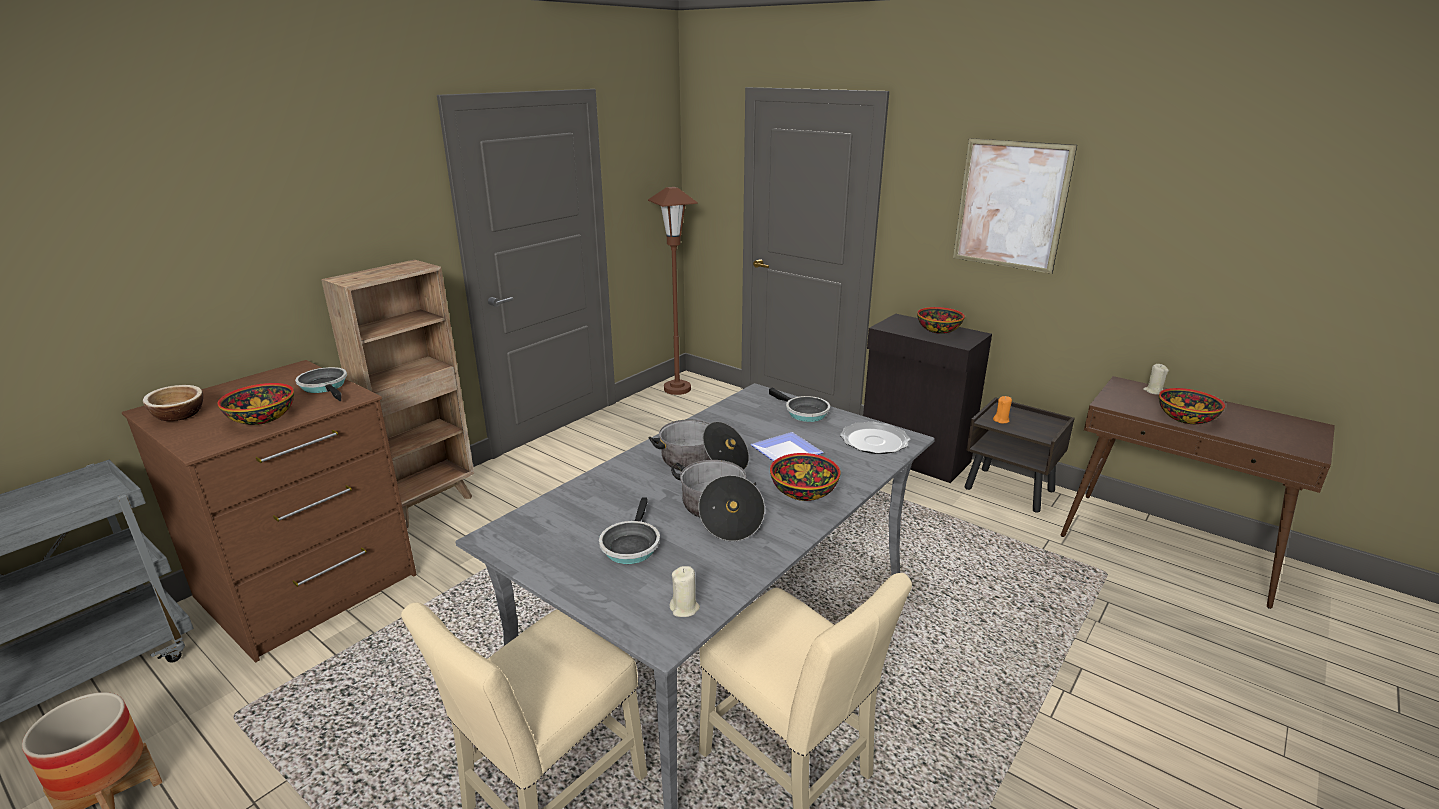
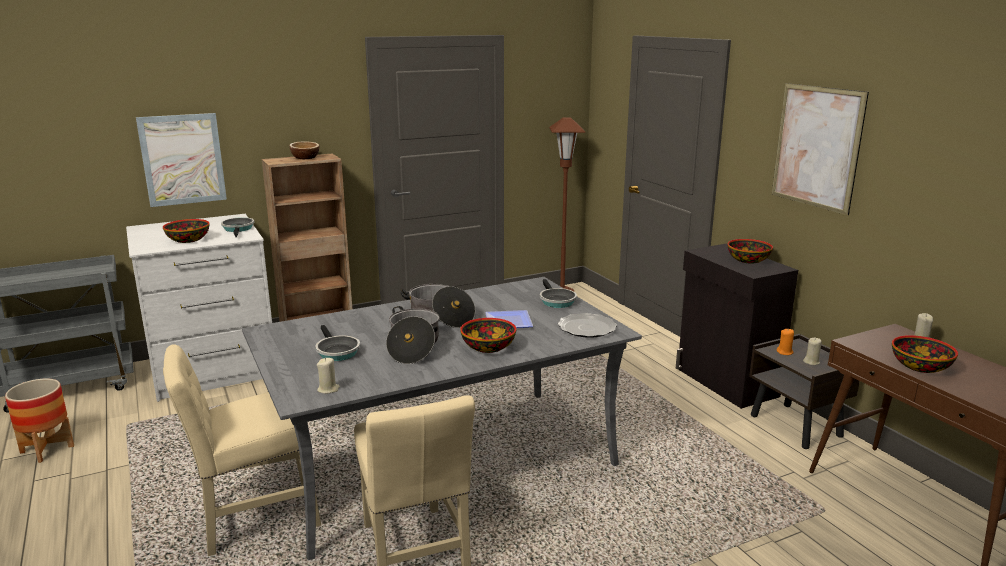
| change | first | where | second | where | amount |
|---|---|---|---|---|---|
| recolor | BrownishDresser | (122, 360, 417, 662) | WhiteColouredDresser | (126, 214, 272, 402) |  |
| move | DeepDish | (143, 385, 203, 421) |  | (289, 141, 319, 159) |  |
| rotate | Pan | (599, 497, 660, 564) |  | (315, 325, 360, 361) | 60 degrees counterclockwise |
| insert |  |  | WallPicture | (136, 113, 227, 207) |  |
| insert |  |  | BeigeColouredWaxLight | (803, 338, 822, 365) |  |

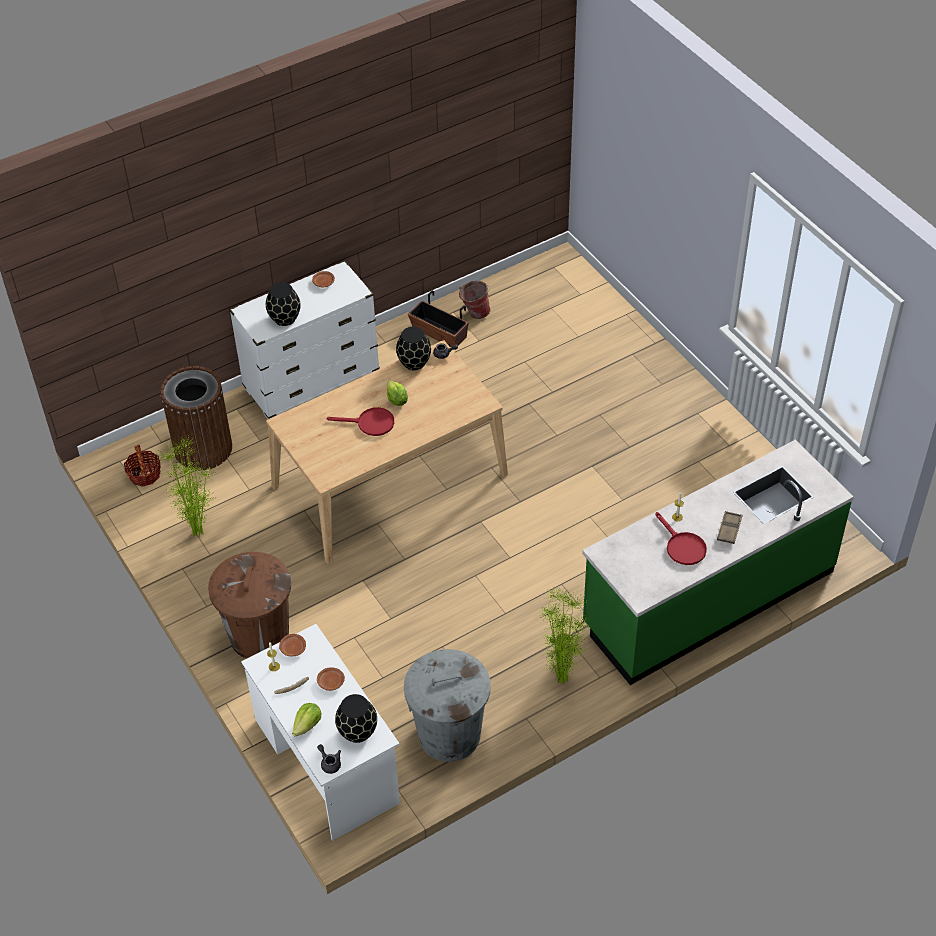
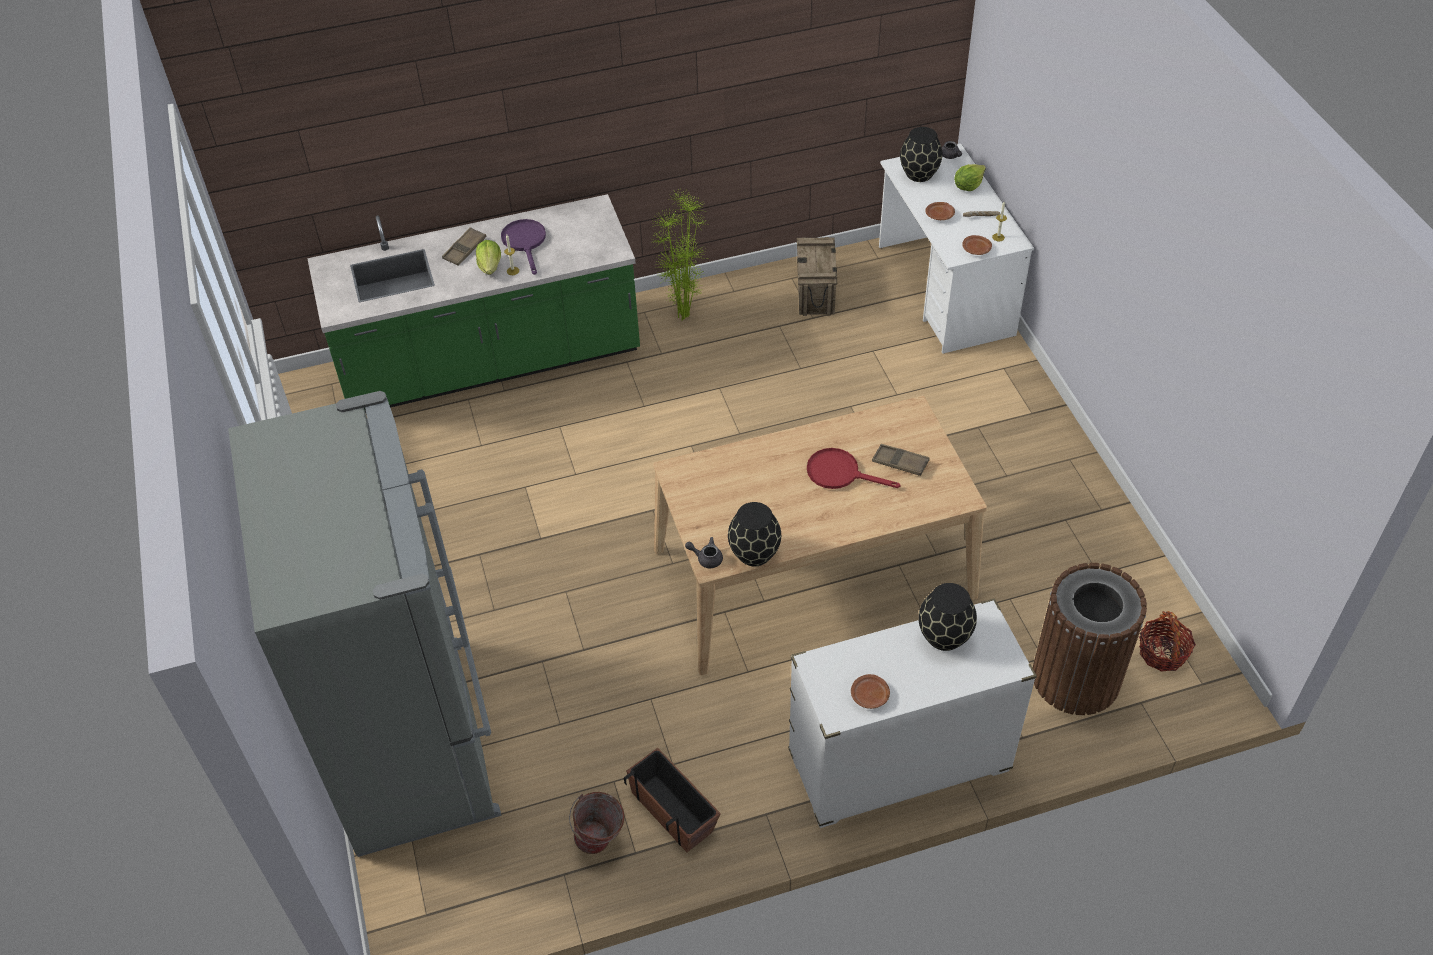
| change | first | where | second | where | amount |
|---|---|---|---|---|---|
| delete | Houseplant | (158, 435, 216, 538) |  |  |  |
| delete | BrownishTrashCan | (208, 552, 291, 658) |  |  |  |
| move | HeadOfLettuce | (387, 380, 408, 406) |  | (476, 240, 501, 275) |  |
| replace | GreyTrashCan | (404, 649, 491, 762) | Crate | (797, 237, 837, 316) |  |
| recolor | RedPan | (655, 512, 707, 565) | PurplePan | (501, 219, 546, 275) |  |
| insert |  |  | GreyKitchenFridge | (228, 391, 502, 857) |  |
| insert |  |  | BrownishCarryingTray | (872, 444, 930, 476) |  |

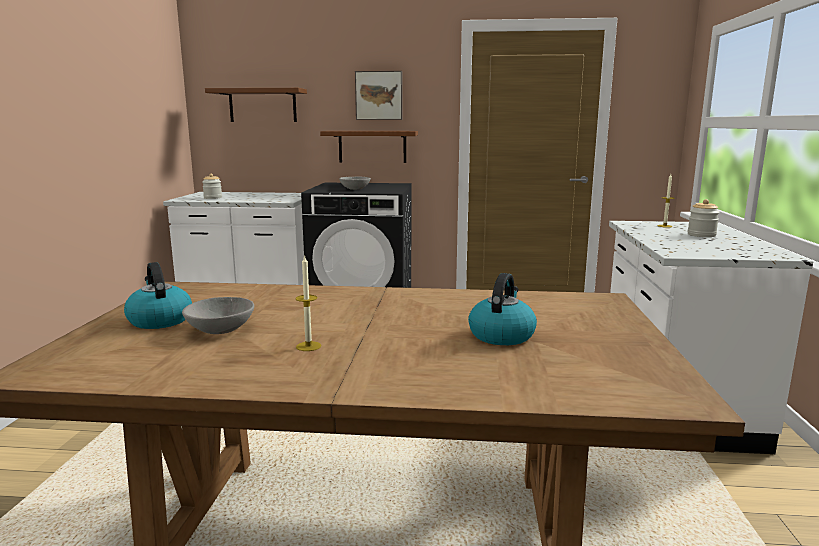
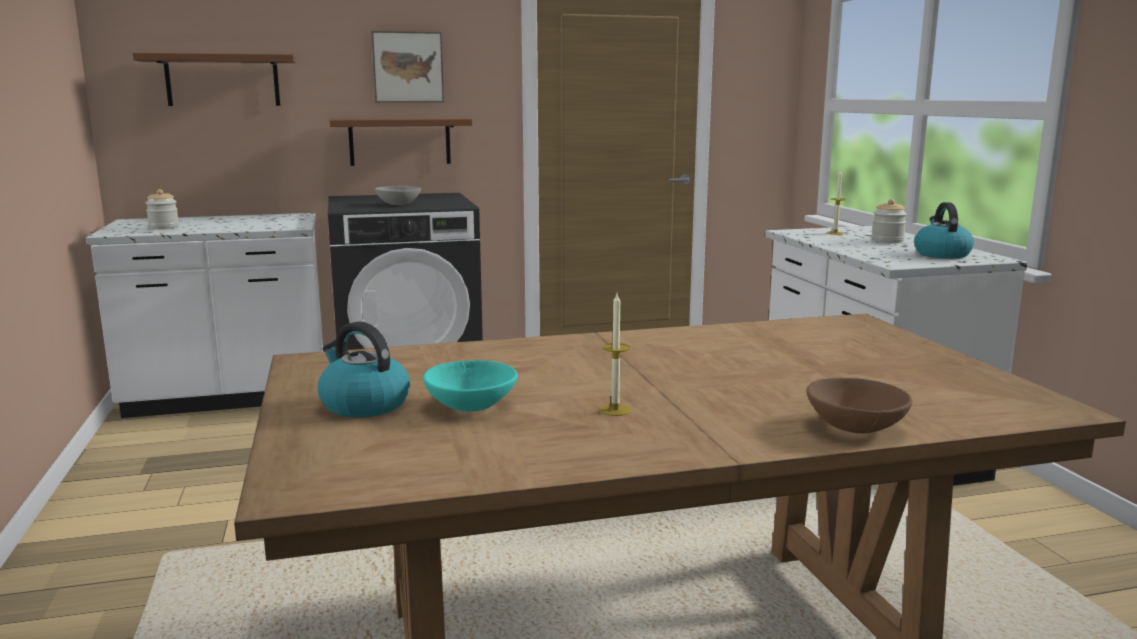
| change | first | where | second | where | amount |
|---|---|---|---|---|---|
| recolor | GreyDeepDish | (182, 297, 254, 334) | TurquoiseDeepDish | (423, 360, 518, 412) |  |
| move | Kettle | (468, 273, 537, 345) |  | (914, 202, 974, 259) |  |
| insert |  |  | BrownishDeepDish | (806, 378, 913, 433) |  |

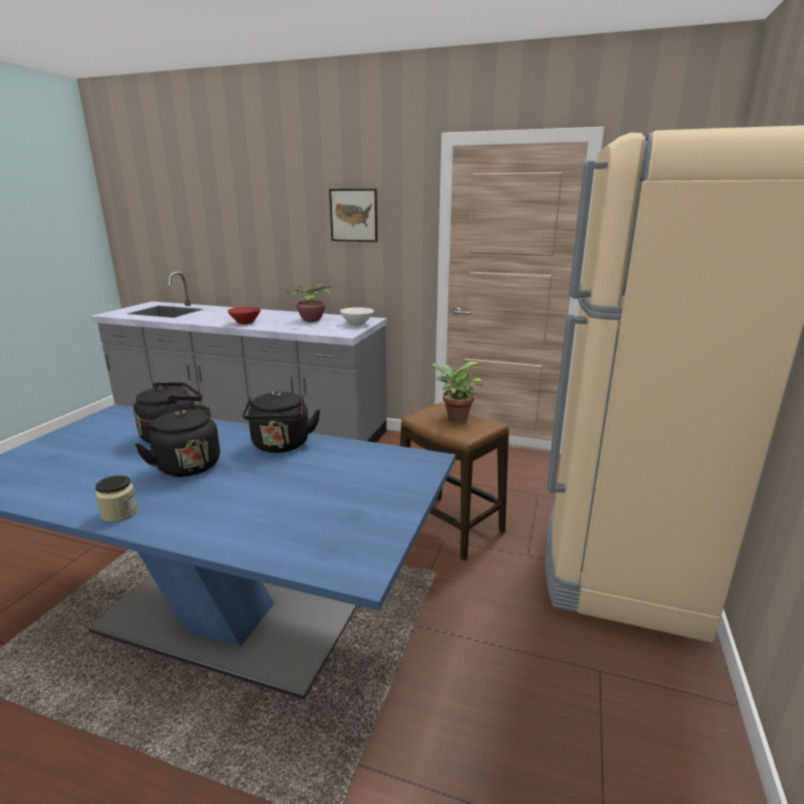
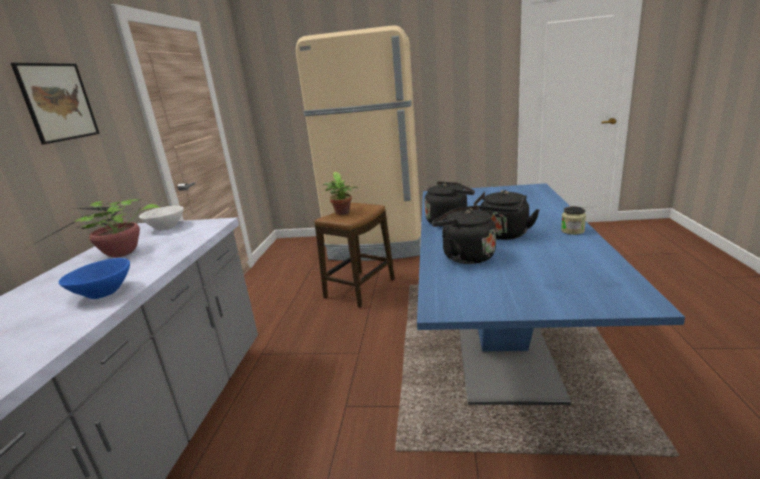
| change | first | where | second | where | amount |
|---|---|---|---|---|---|
| recolor | RedDeepDish | (227, 307, 261, 324) | BlueDeepDish | (58, 258, 130, 299) |  |

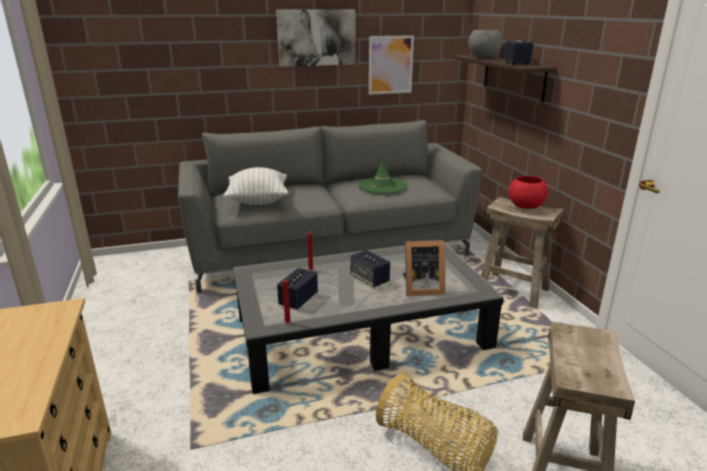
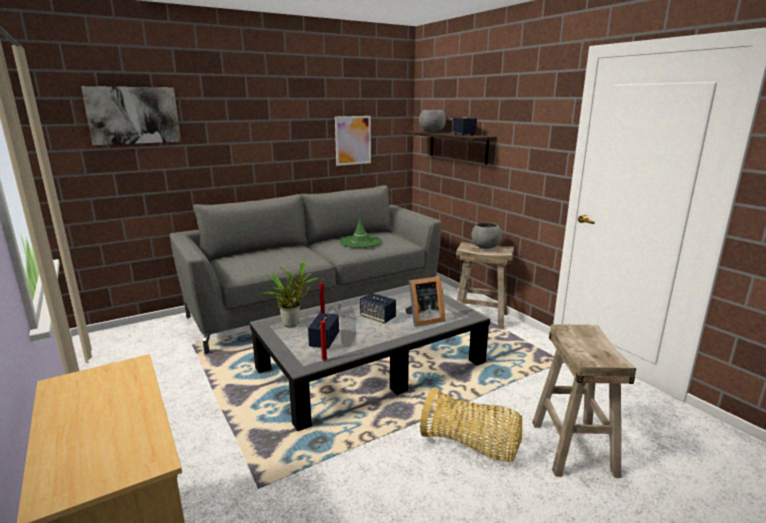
| change | first | where | second | where | amount |
|---|---|---|---|---|---|
| delete | WhiteColouredThrowPillow | (223, 167, 288, 205) |  |  |  |
| move | WallPicture | (276, 9, 356, 67) |  | (81, 86, 181, 145) |  |
| recolor | RedDeepDish | (509, 176, 548, 209) | GreyDeepDish | (471, 223, 502, 249) |  |
| insert |  |  | Houseplant | (258, 261, 318, 327) |  |

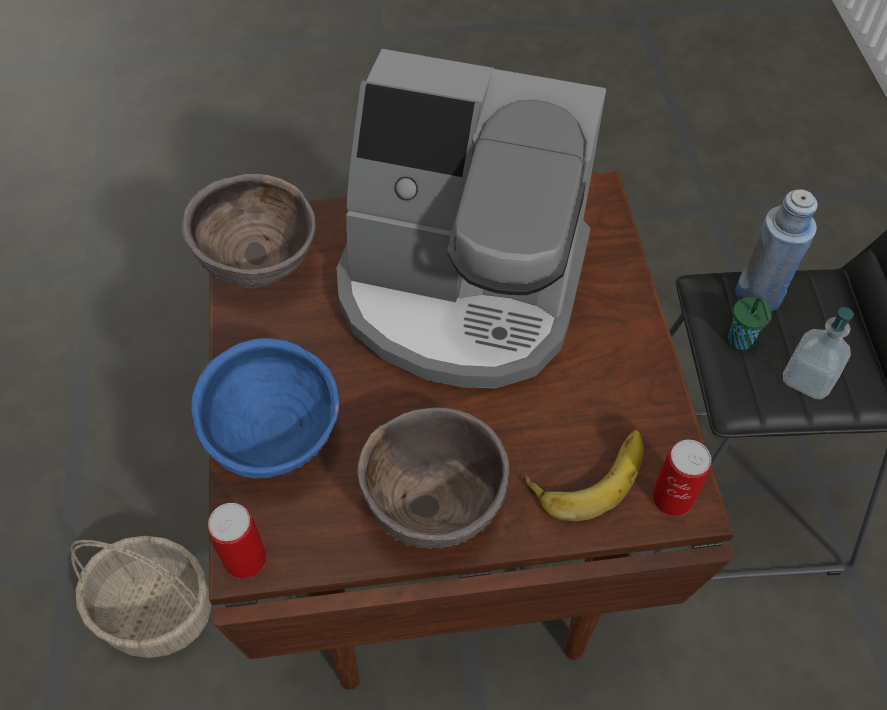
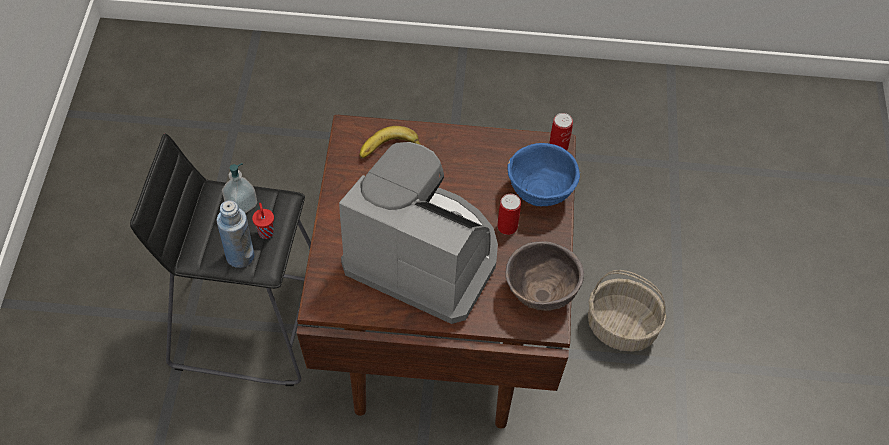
| change | first | where | second | where | amount |
|---|---|---|---|---|---|
| delete | BrownishDeepDish | (357, 407, 510, 549) |  |  |  |
| move | SealedCan | (653, 440, 712, 516) |  | (497, 194, 521, 235) |  |
| recolor | GreenDrinkingCup | (728, 297, 771, 350) | RedDrinkingCup | (252, 203, 274, 239) |  |

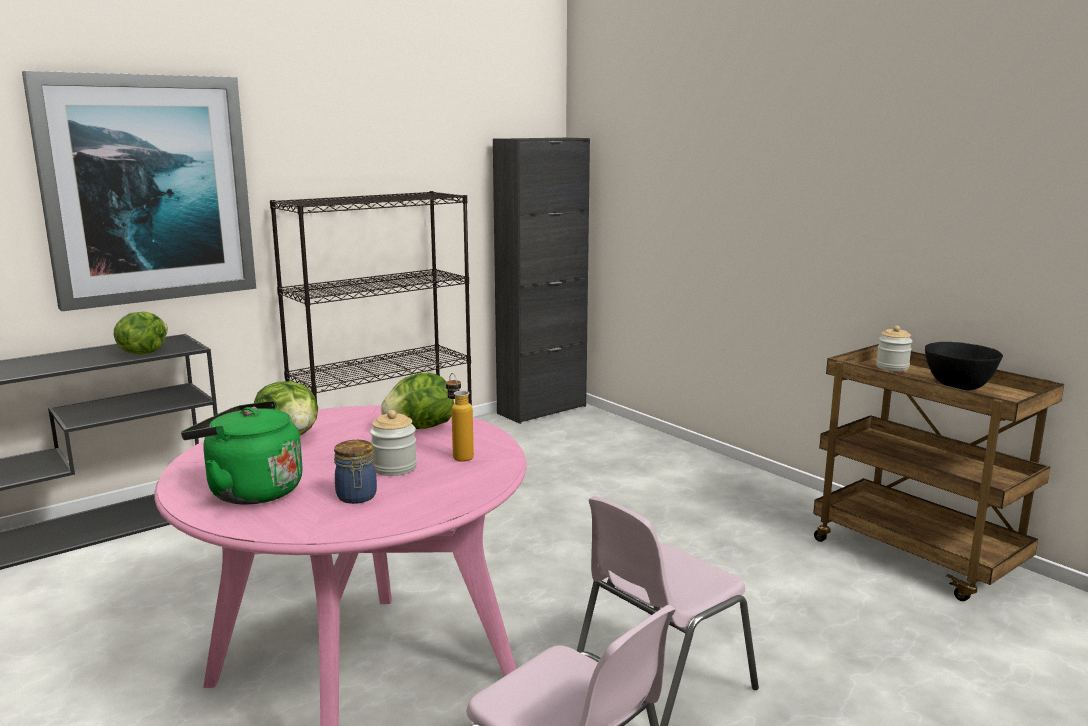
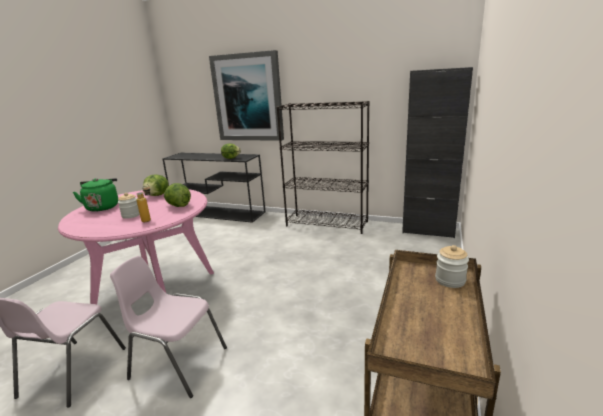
| change | first | where | second | where | amount |
|---|---|---|---|---|---|
| delete | StorageJar | (334, 440, 377, 504) |  |  |  |
| delete | BlackDeepDish | (925, 342, 1003, 391) |  |  |  |

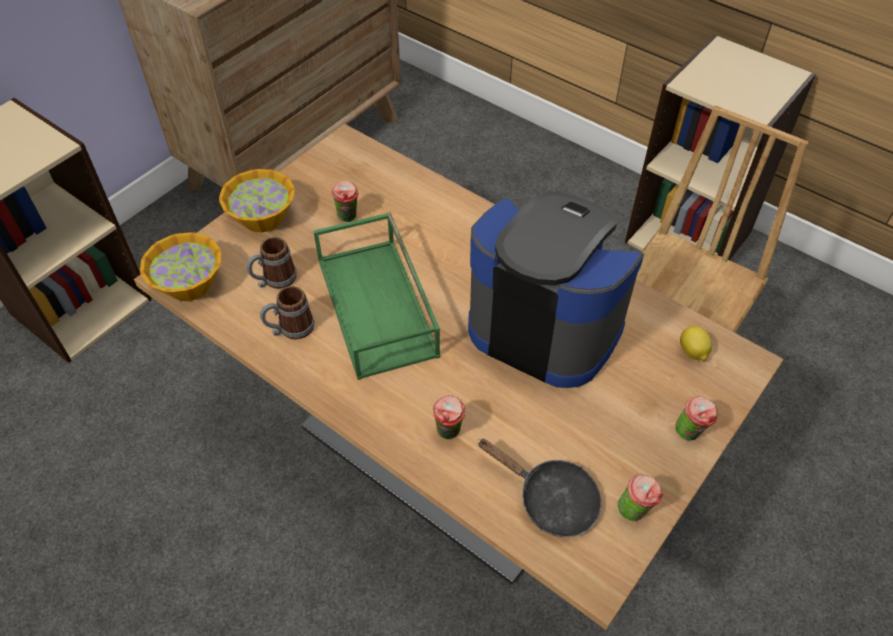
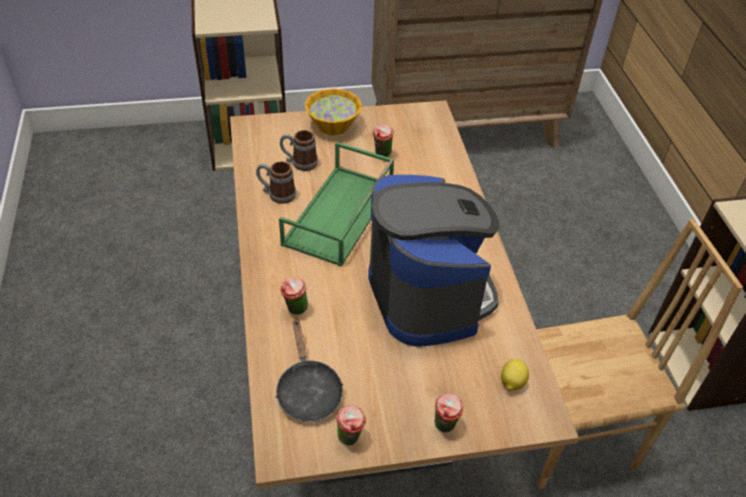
| change | first | where | second | where | amount |
|---|---|---|---|---|---|
| delete | DeepDish | (140, 232, 221, 301) |  |  |  |

